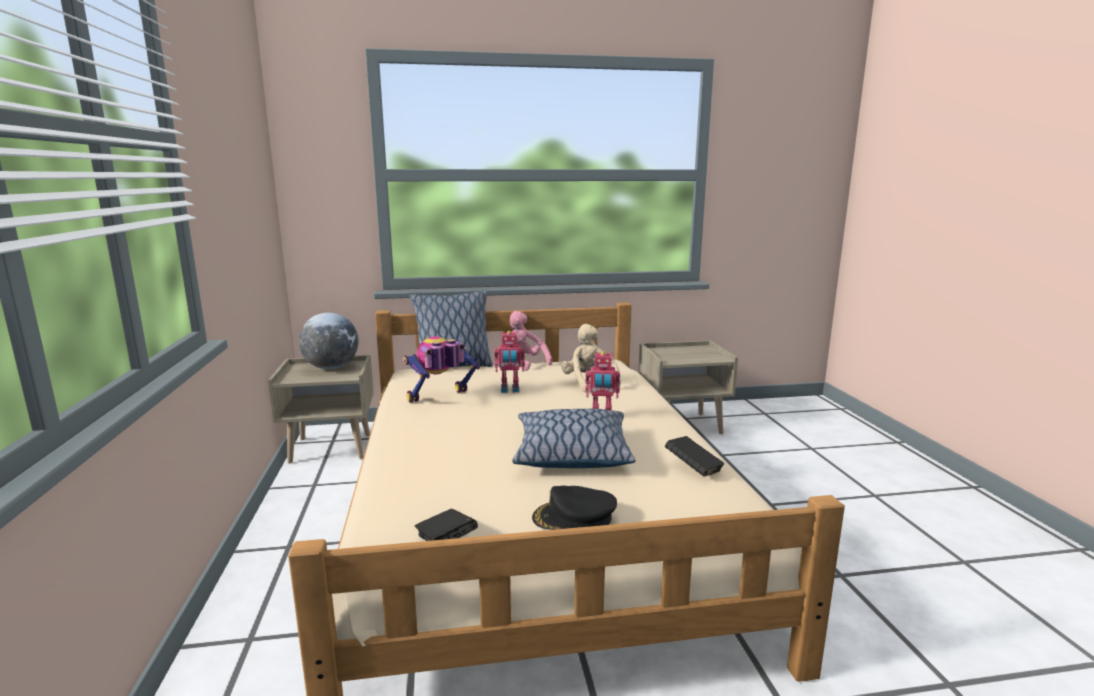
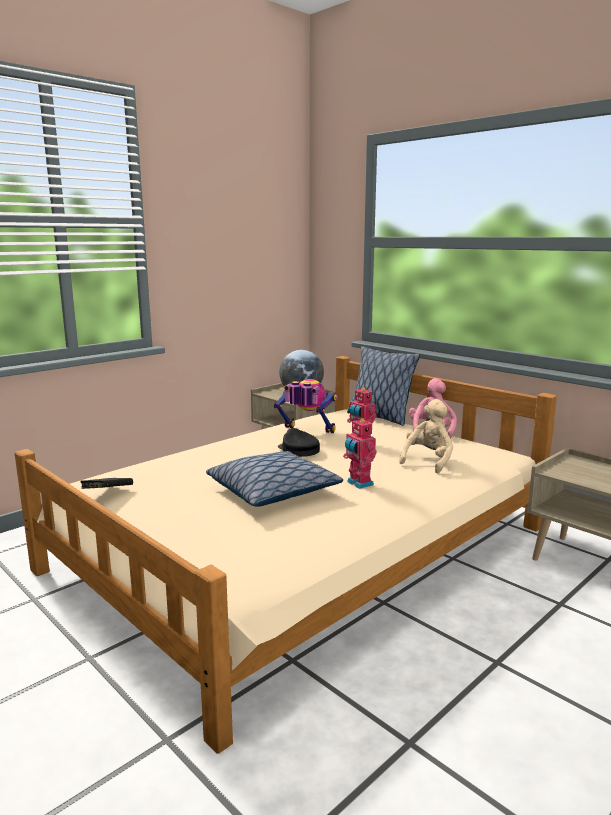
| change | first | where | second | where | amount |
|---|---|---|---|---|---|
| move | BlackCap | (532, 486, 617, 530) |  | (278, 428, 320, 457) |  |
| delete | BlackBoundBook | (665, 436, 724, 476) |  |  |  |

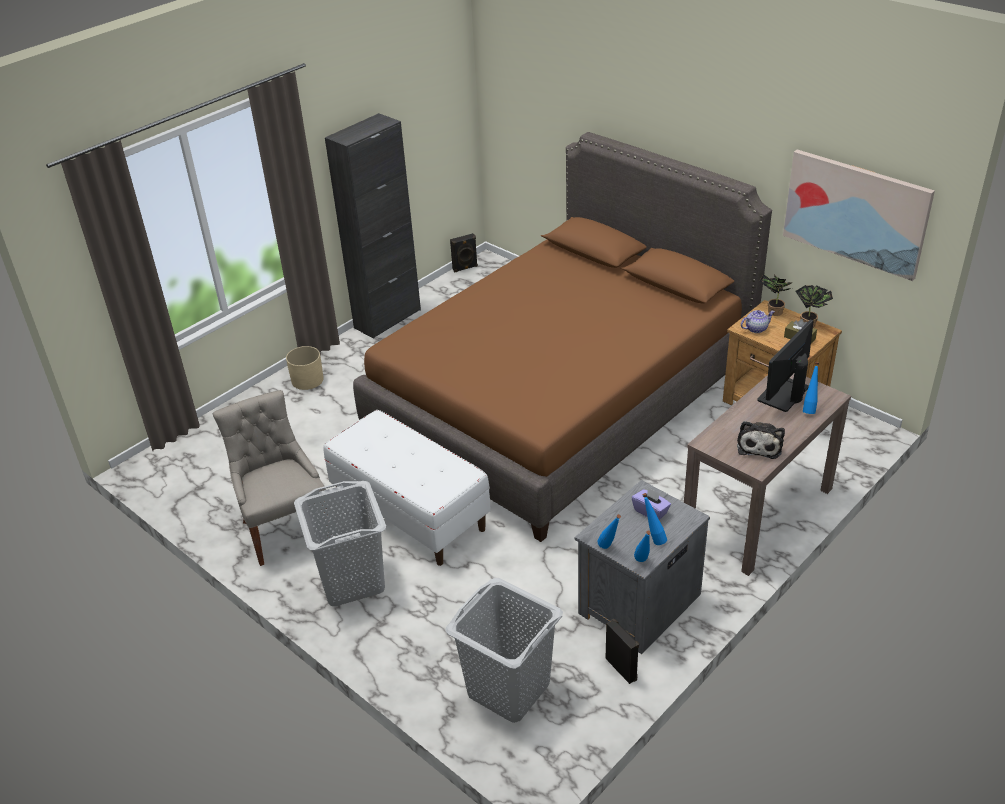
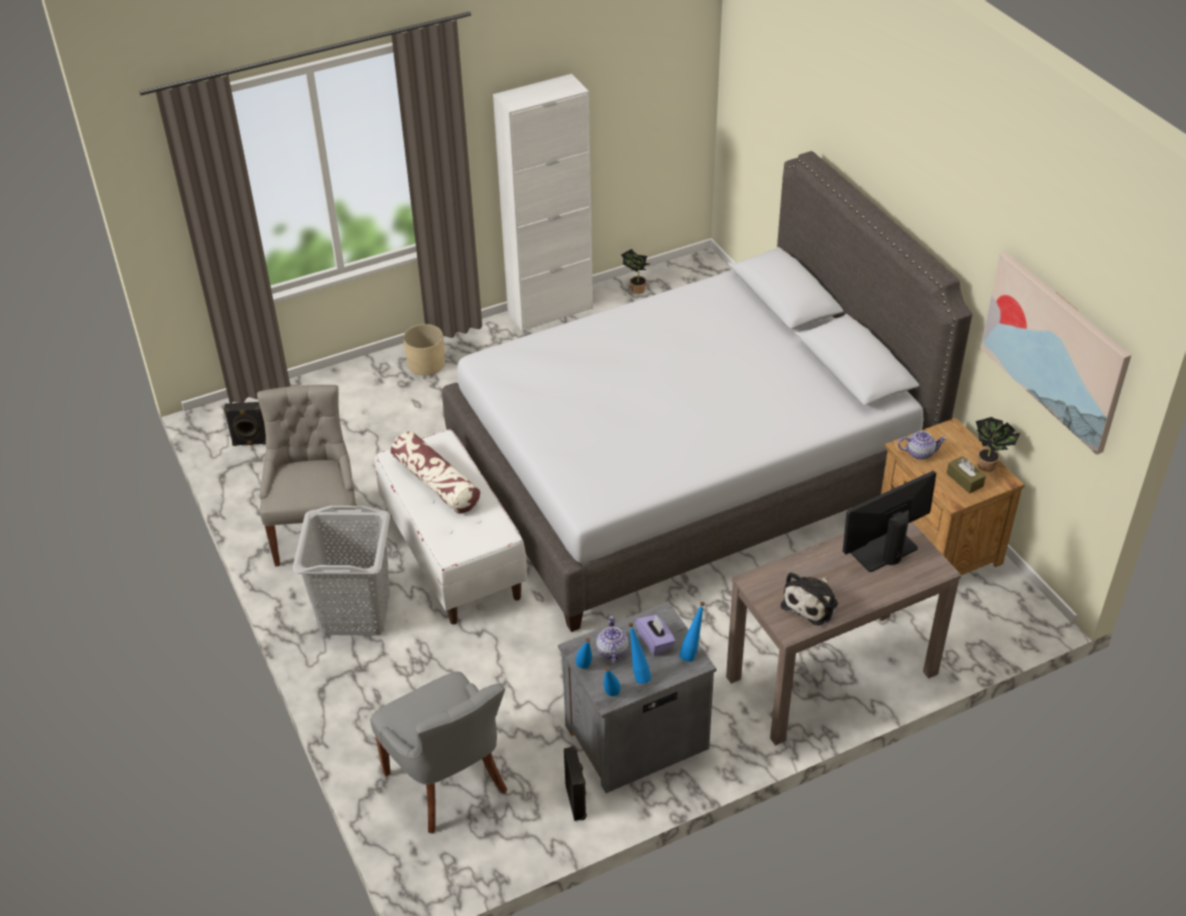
| change | first | where | second | where | amount |
|---|---|---|---|---|---|
| recolor | BlackCupboard | (325, 113, 421, 339) | WhiteColouredCupboard | (493, 74, 593, 332) |  |
| recolor | BrownishSleepingBed | (353, 132, 772, 542) | GreySleepingBed | (442, 151, 972, 632) |  |
| replace | GreyHamper | (445, 578, 563, 723) | GreyUprightChair | (370, 671, 507, 834) |  |
| move | BlackLoudspeaker | (450, 233, 478, 273) |  | (224, 402, 266, 446) |  |
| move | Houseplant | (760, 274, 793, 316) |  | (621, 249, 651, 294) |  |
| move | BlueDrinkBottle | (803, 362, 819, 414) |  | (679, 602, 705, 662) |  |
| insert |  |  | ThrowPillow | (391, 431, 480, 514) |  |
| insert |  |  | TeaPot | (596, 616, 629, 664) |  |

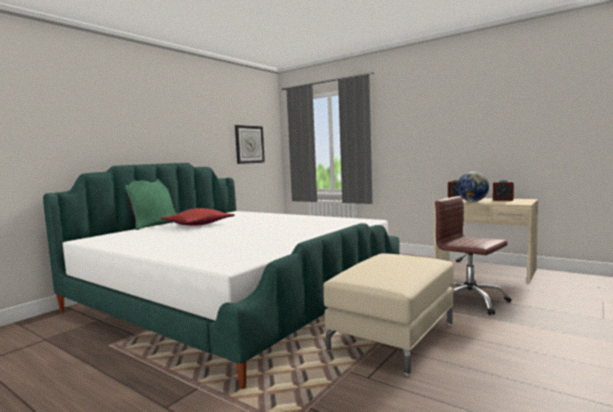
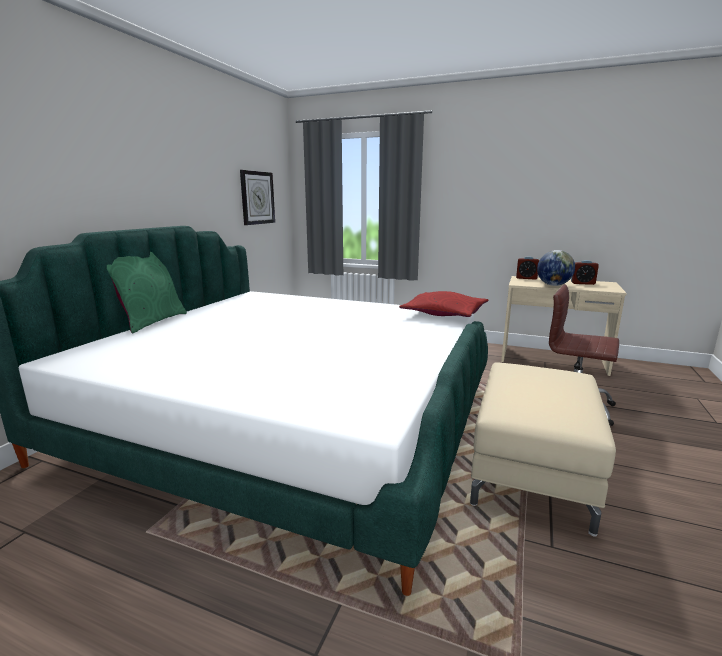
| change | first | where | second | where | amount |
|---|---|---|---|---|---|
| move | RedThrowPillow | (161, 208, 235, 226) |  | (399, 291, 488, 317) |  |

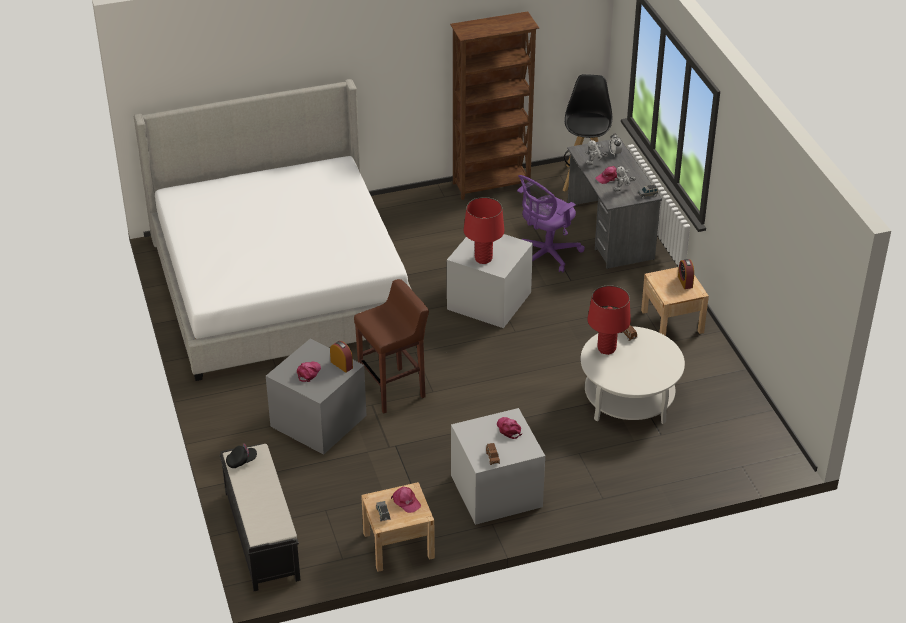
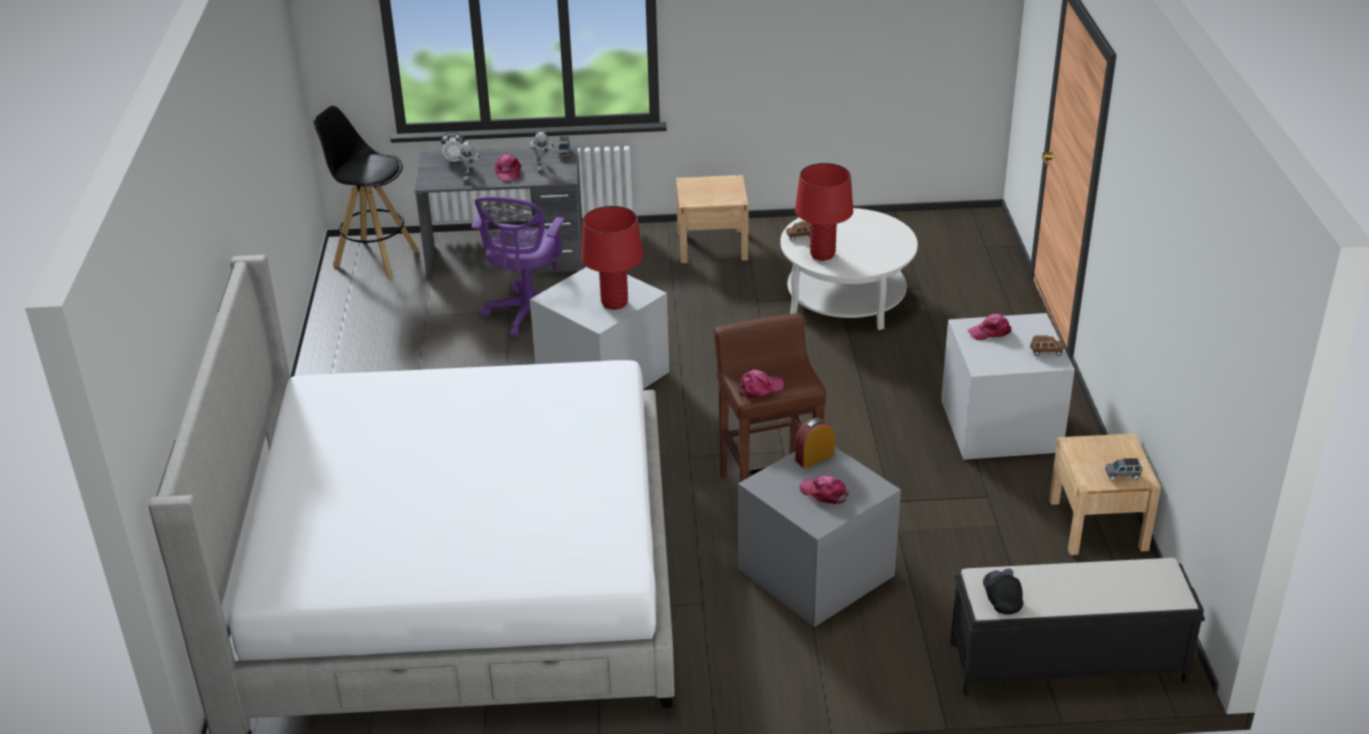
| change | first | where | second | where | amount |
|---|---|---|---|---|---|
| move | PinkColouredCap | (391, 487, 421, 513) |  | (739, 369, 784, 400) |  |
| delete | BrownishShelvingUnit | (450, 11, 539, 200) |  |  |  |
| rotate | PurpleOfficeChair | (517, 175, 585, 273) |  | (471, 196, 565, 338) | 45 degrees clockwise |
| delete | TableClock | (678, 259, 694, 289) |  |  |  |

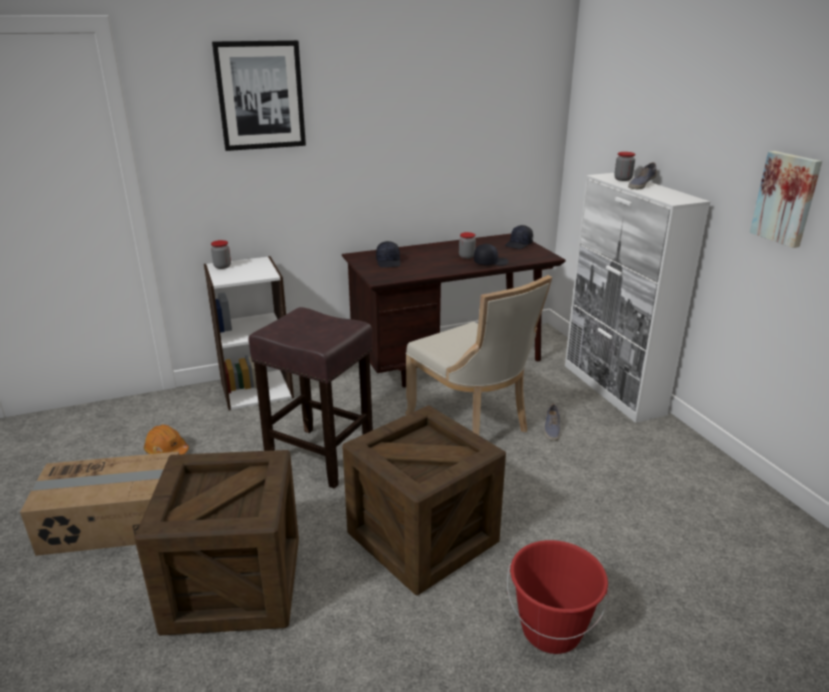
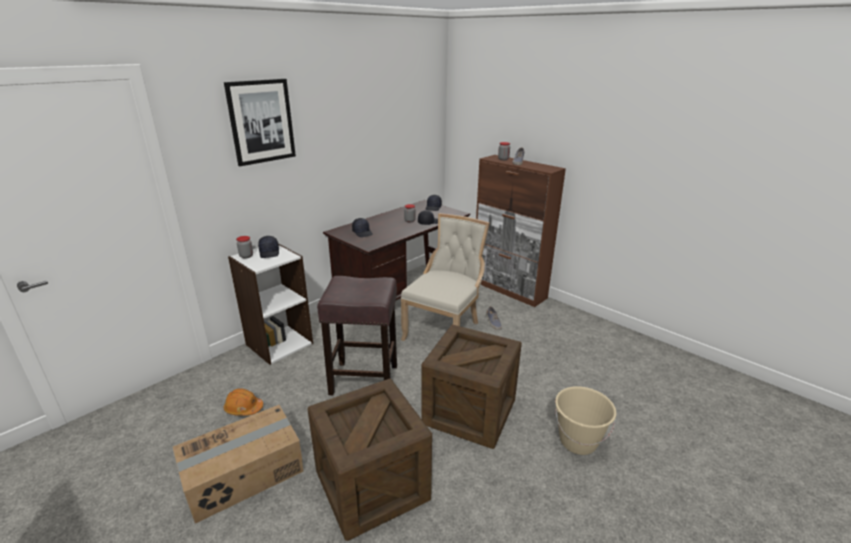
| change | first | where | second | where | amount |
|---|---|---|---|---|---|
| rotate | BeigeColouredUprightChair | (405, 275, 552, 435) |  | (401, 213, 490, 341) | 90 degrees counterclockwise |
| recolor | RedPail | (507, 540, 610, 654) | BeigeColouredPail | (555, 386, 617, 455) |  |
| recolor | WhiteColouredCupboard | (565, 173, 711, 423) | BrownishCupboard | (476, 155, 566, 307) |  |
| delete | WallPicture | (750, 151, 822, 248) |  |  |  |
| insert |  |  | BlackCap | (258, 236, 279, 258) |  |

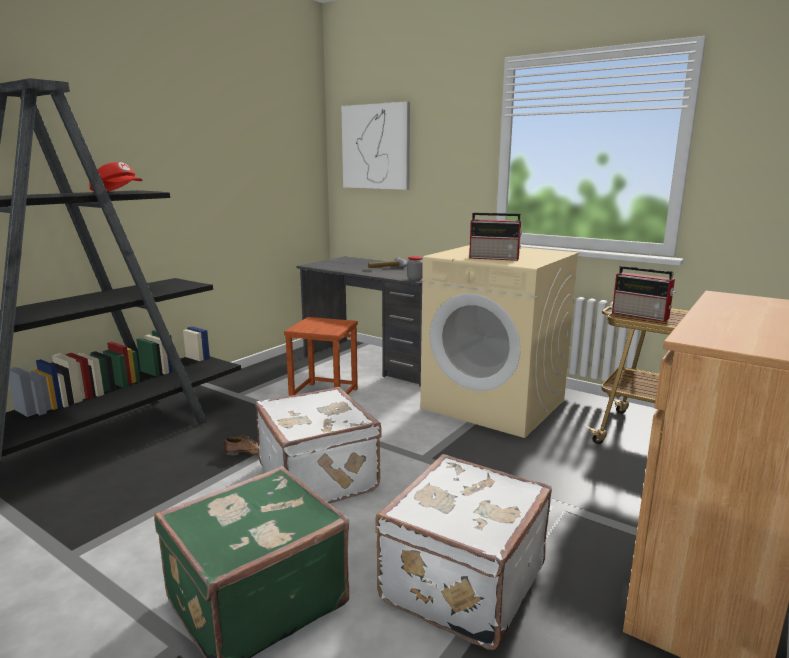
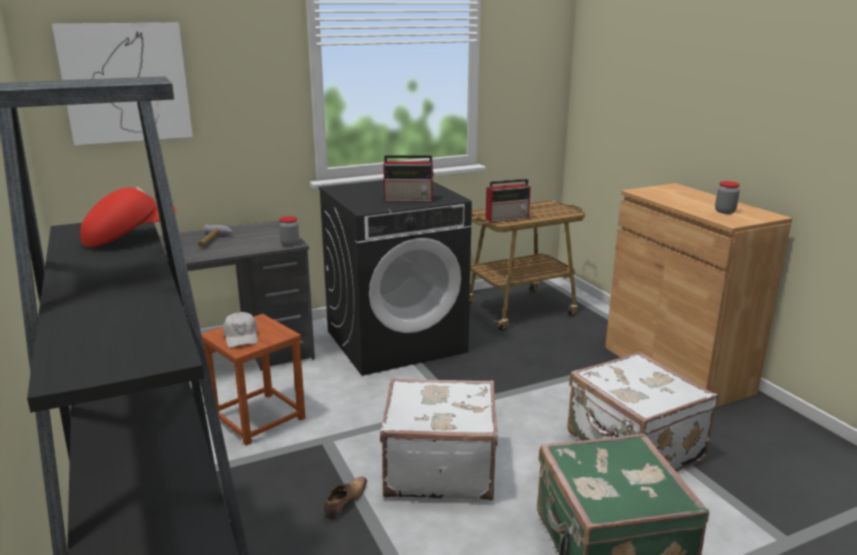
| change | first | where | second | where | amount |
|---|---|---|---|---|---|
| recolor | BeigeColouredLaundryMachine | (420, 245, 579, 438) | BlackLaundryMachine | (319, 180, 472, 376) |  |
| rotate | Radio | (469, 213, 523, 261) |  | (383, 155, 435, 202) | 45 degrees clockwise |
| insert |  |  | WhiteColouredCap | (223, 312, 258, 348) |  |
| insert |  |  | StorageJar | (715, 181, 740, 214) |  |

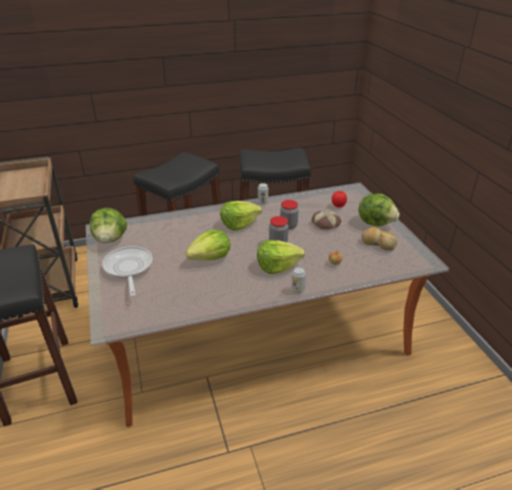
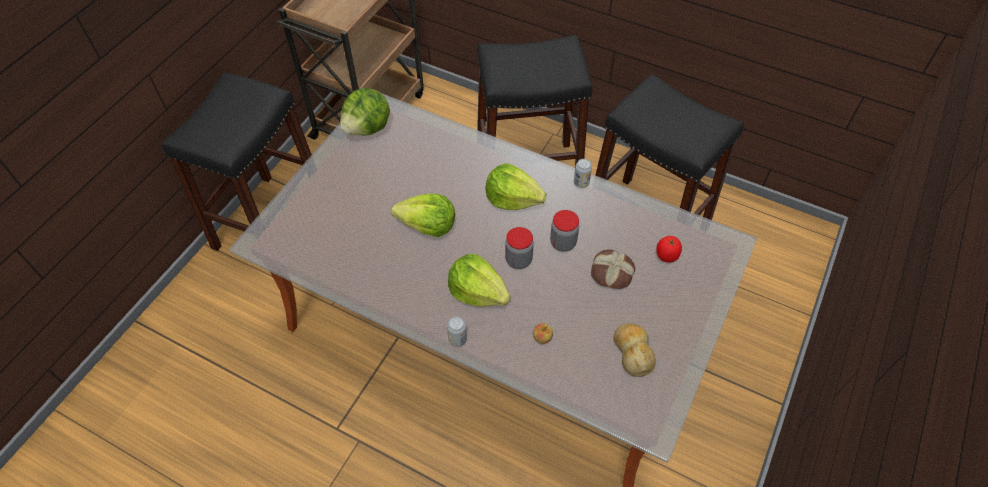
| change | first | where | second | where | amount |
|---|---|---|---|---|---|
| delete | Pan | (102, 246, 153, 297) |  |  |  |
| delete | HeadOfLettuce | (359, 194, 400, 226) |  |  |  |

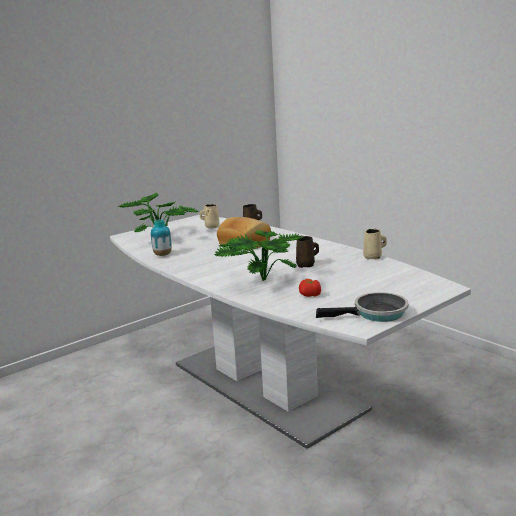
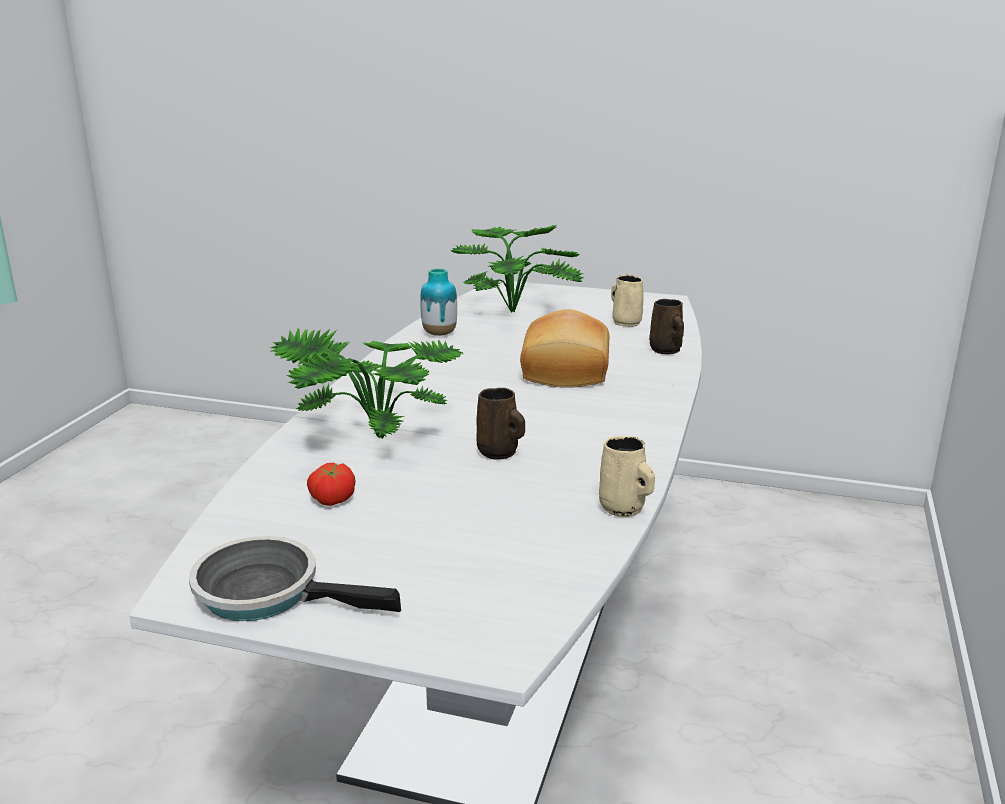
| change | first | where | second | where | amount |
|---|---|---|---|---|---|
| rotate | Pan | (316, 292, 408, 322) |  | (189, 536, 401, 621) | 150 degrees clockwise |

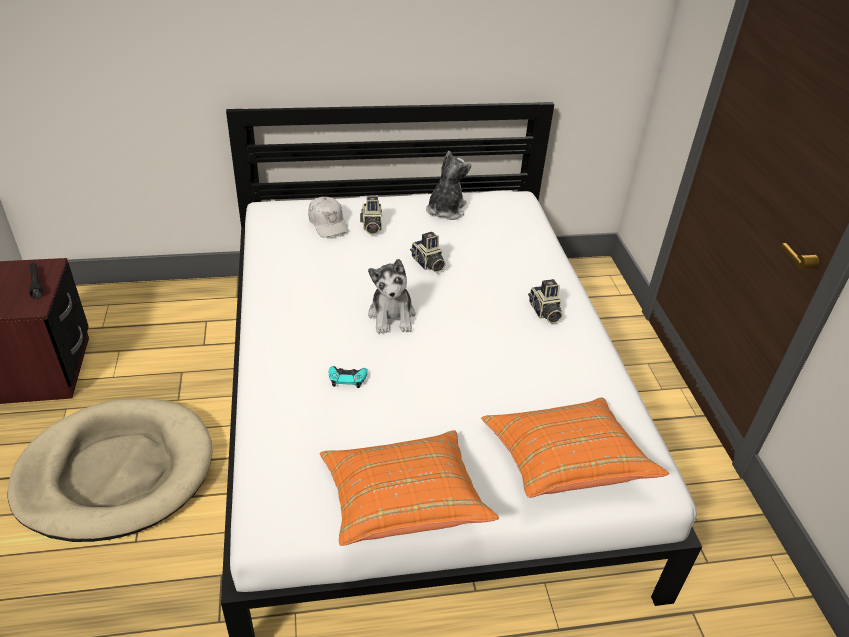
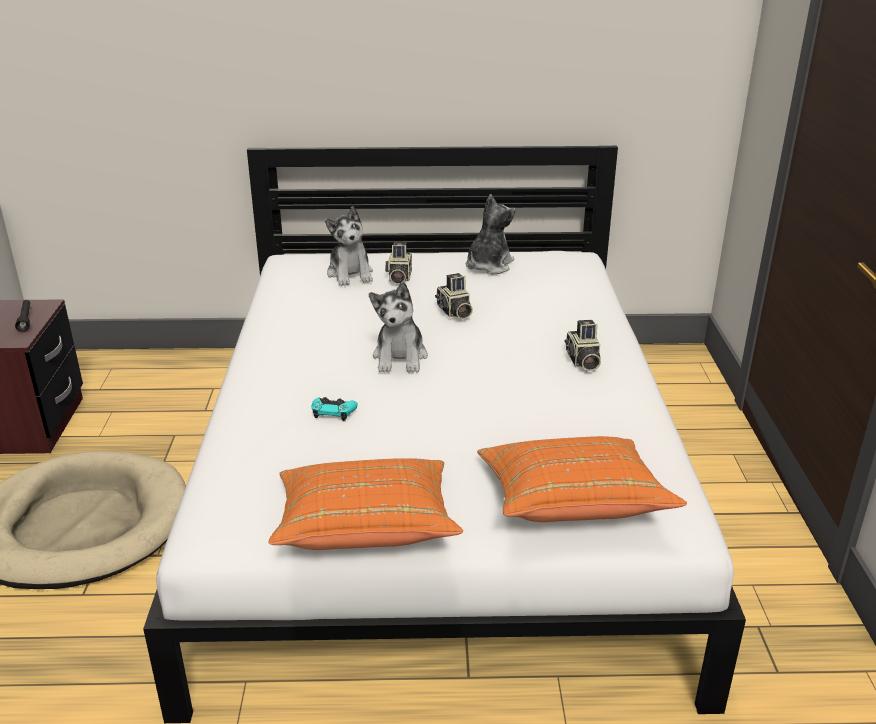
| change | first | where | second | where | amount |
|---|---|---|---|---|---|
| replace | WhiteColouredCap | (308, 197, 349, 237) | SoftToy | (325, 206, 373, 286) |  |

